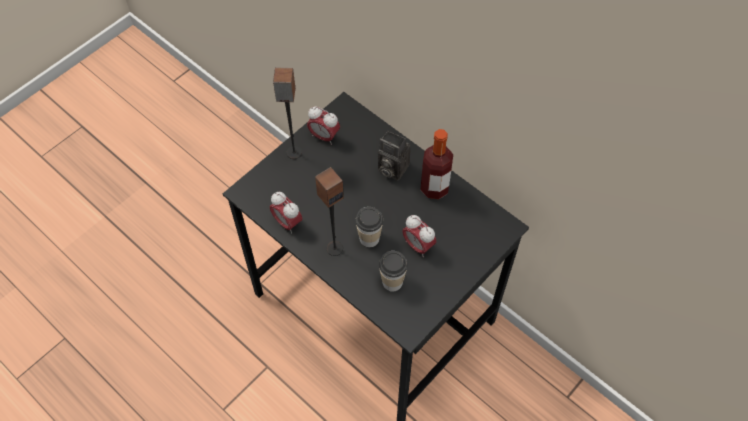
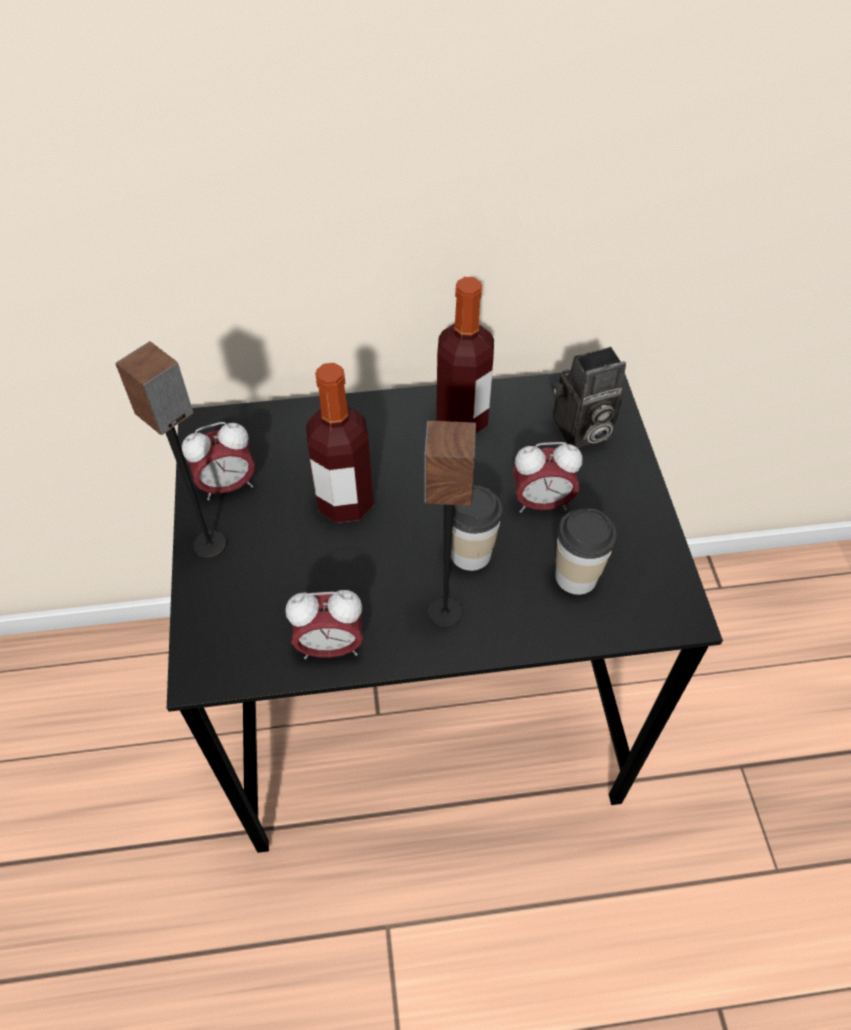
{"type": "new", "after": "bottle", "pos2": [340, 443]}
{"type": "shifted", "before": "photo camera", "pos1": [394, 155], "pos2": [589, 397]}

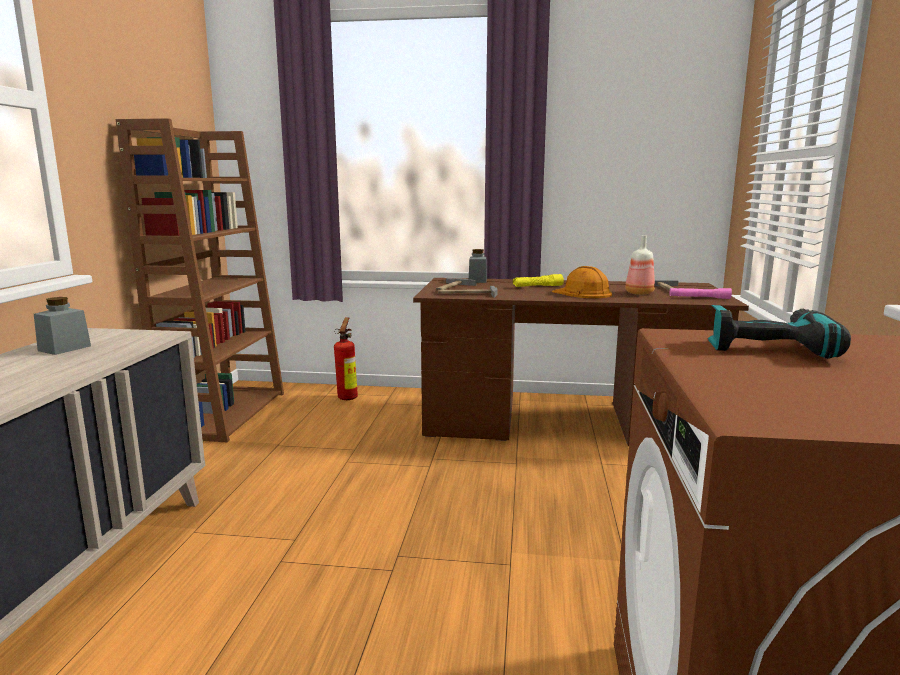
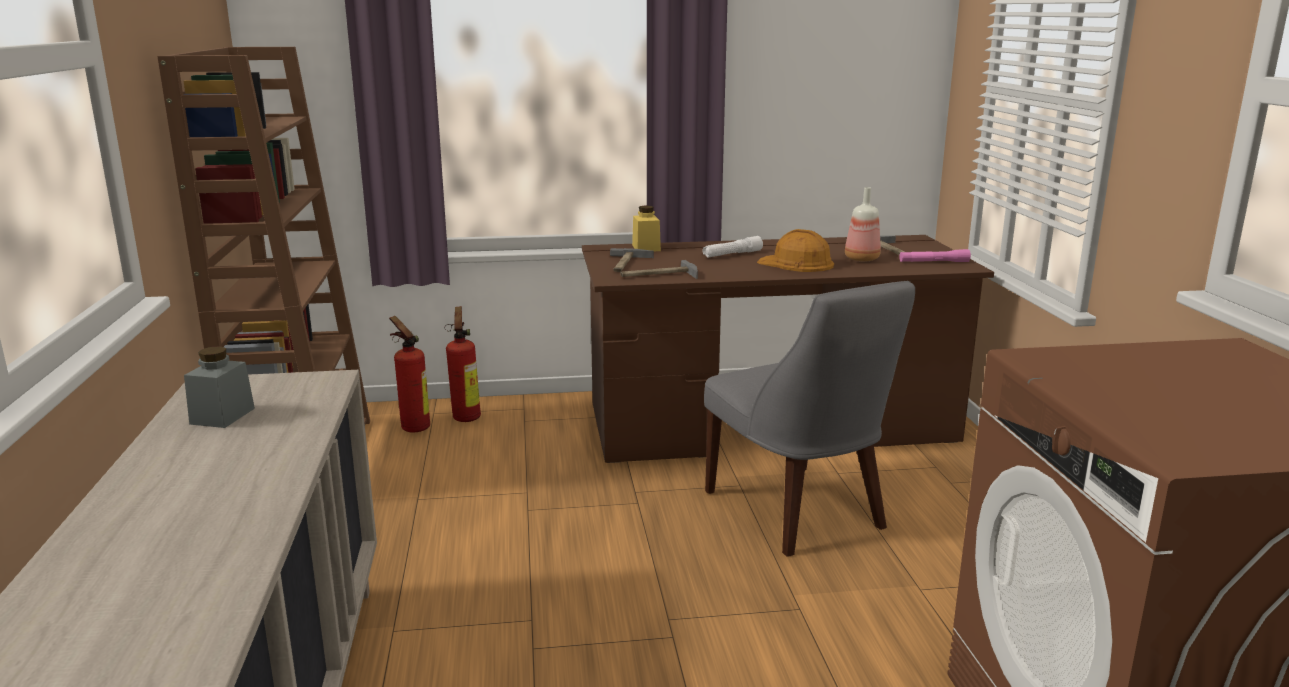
{"type": "new", "after": "fire extinguisher", "pos2": [409, 374]}
{"type": "repainted", "before": "grey jar", "after": "yellow jar", "pos1": [478, 266], "pos2": [646, 228]}
{"type": "repainted", "before": "yellow flashlight", "after": "white flashlight", "pos1": [538, 280], "pos2": [733, 246]}
{"type": "new", "after": "grey chair", "pos2": [809, 419]}
{"type": "gone", "before": "power drill", "pos1": [779, 332]}

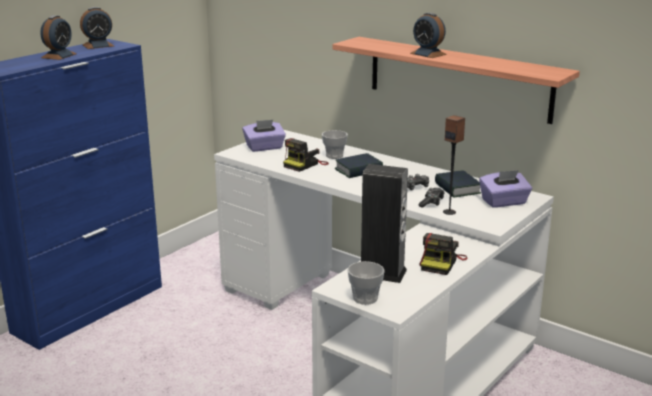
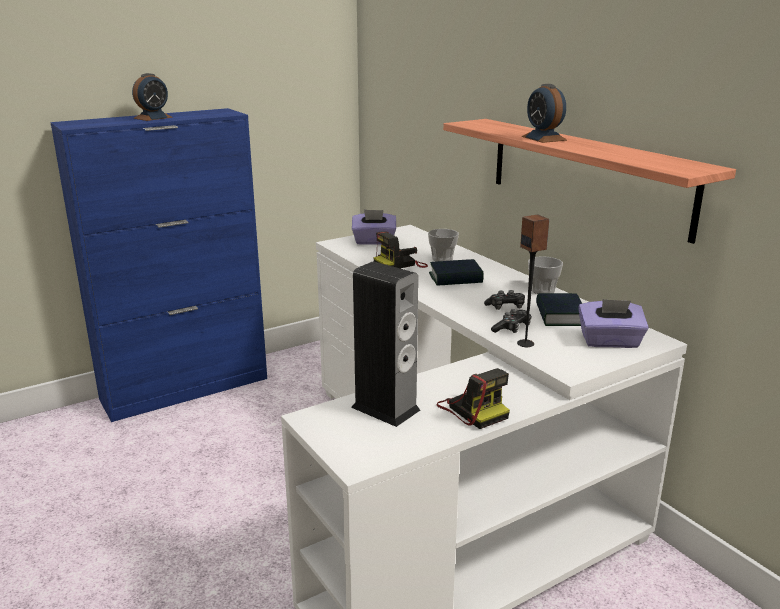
{"type": "rotated", "before": "photo camera", "pos1": [443, 254], "pos2": [473, 398], "turn": -75}
{"type": "shifted", "before": "cup", "pos1": [366, 283], "pos2": [545, 275]}
{"type": "gone", "before": "alarm clock", "pos1": [97, 28]}

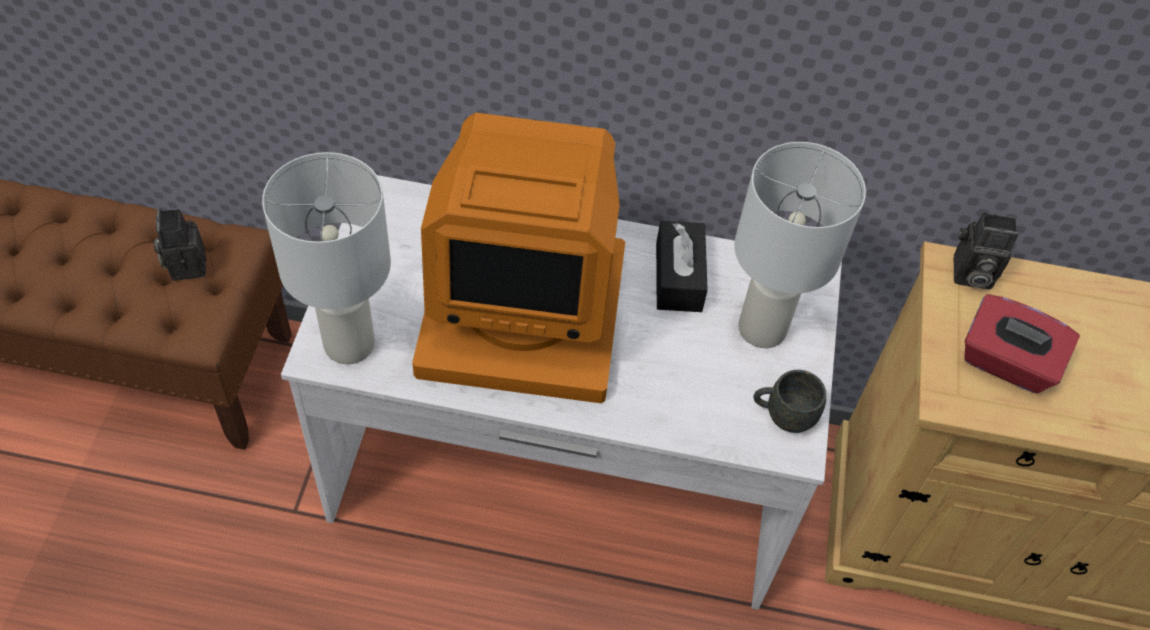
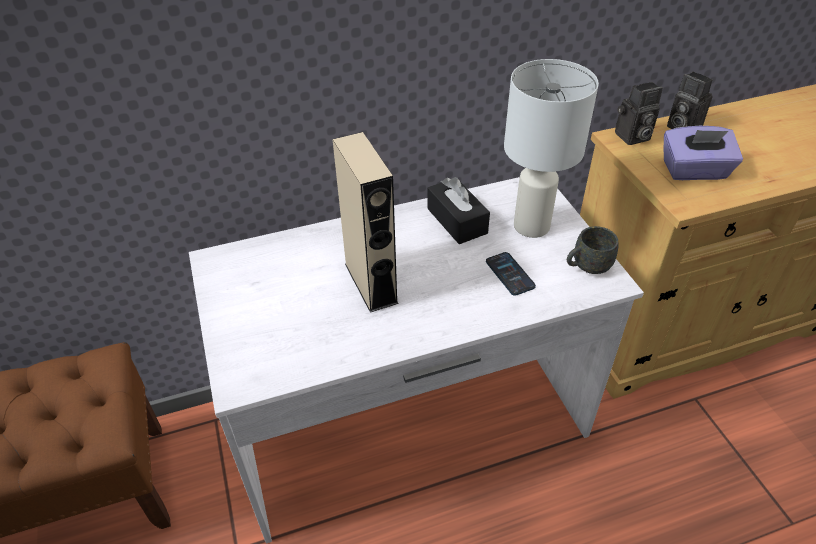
{"type": "swapped", "before": "monitor", "after": "beige speaker", "pos1": [518, 258], "pos2": [365, 222]}
{"type": "new", "after": "phone", "pos2": [511, 274]}
{"type": "repainted", "before": "red tissue box", "after": "purple tissue box", "pos1": [1022, 343], "pos2": [703, 153]}
{"type": "shifted", "before": "photo camera", "pos1": [180, 245], "pos2": [690, 100]}
{"type": "gone", "before": "white table lamp", "pos1": [326, 258]}

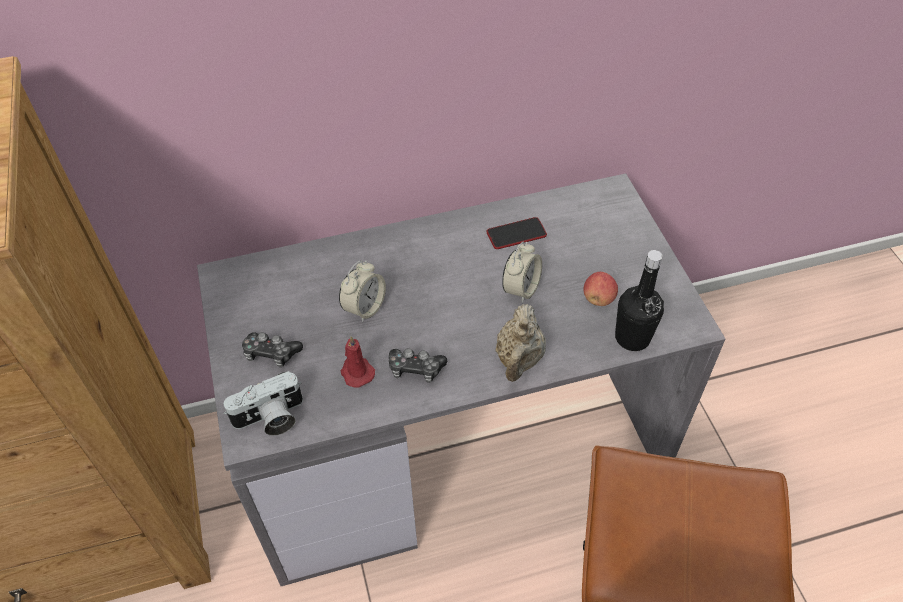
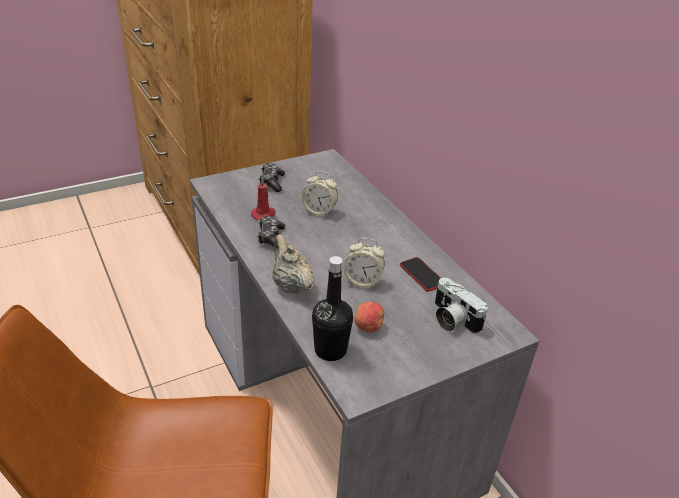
{"type": "rotated", "before": "beige teapot", "pos1": [520, 343], "pos2": [293, 264], "turn": 60}
{"type": "shifted", "before": "photo camera", "pos1": [263, 403], "pos2": [461, 306]}

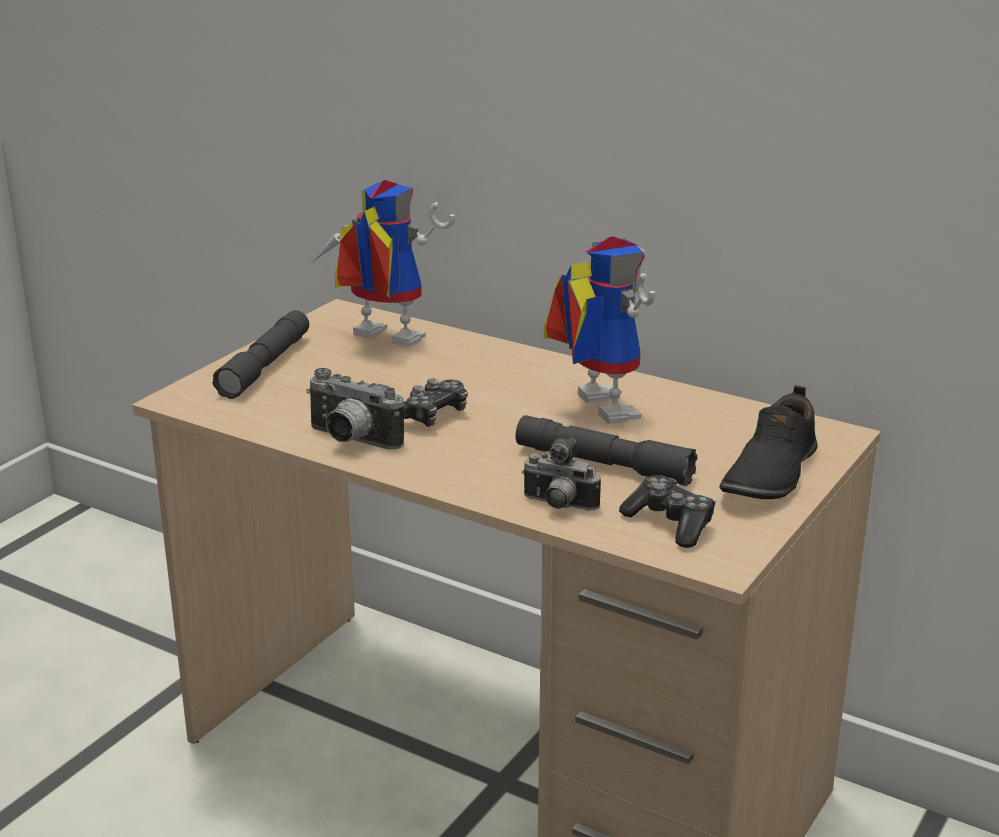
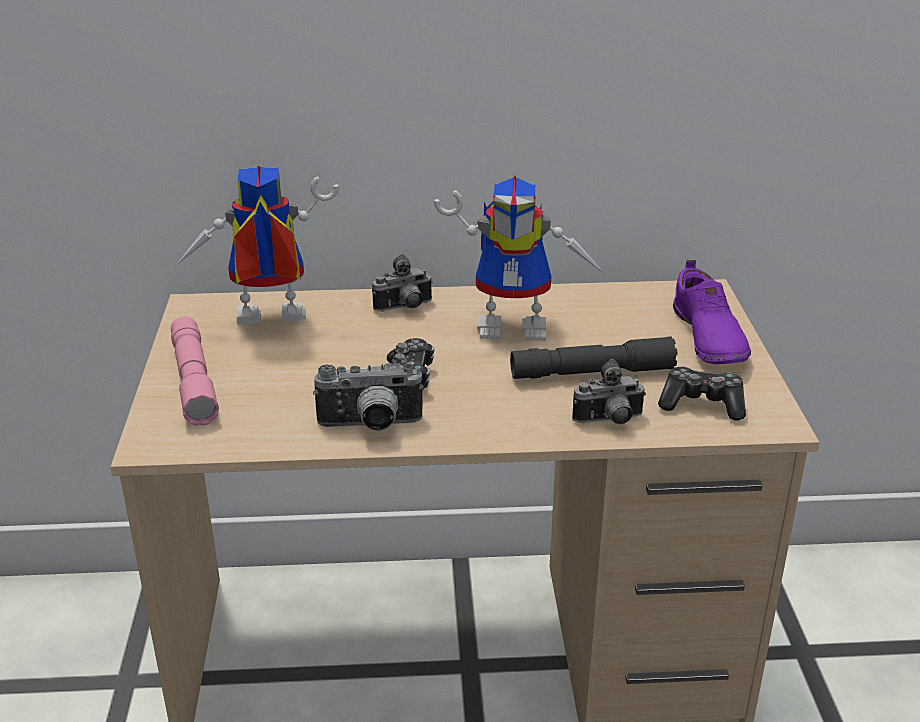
{"type": "repainted", "before": "grey flashlight", "after": "pink flashlight", "pos1": [260, 354], "pos2": [195, 371]}
{"type": "new", "after": "photo camera", "pos2": [402, 282]}
{"type": "rotated", "before": "toy robot", "pos1": [600, 330], "pos2": [519, 258], "turn": 150}
{"type": "repainted", "before": "black shoe", "after": "purple shoe", "pos1": [768, 442], "pos2": [712, 312]}

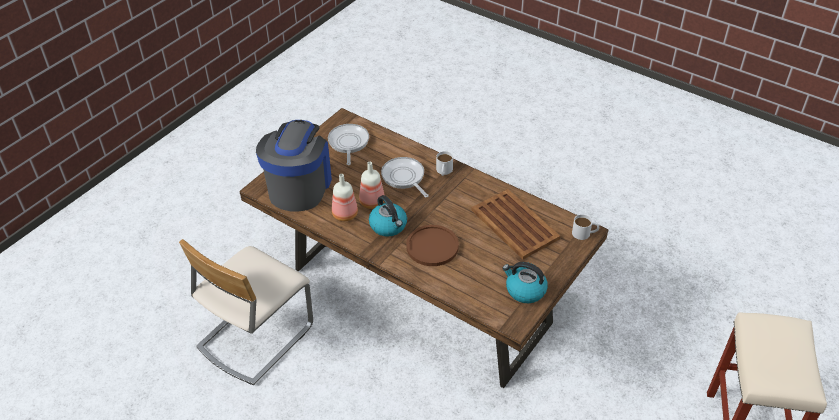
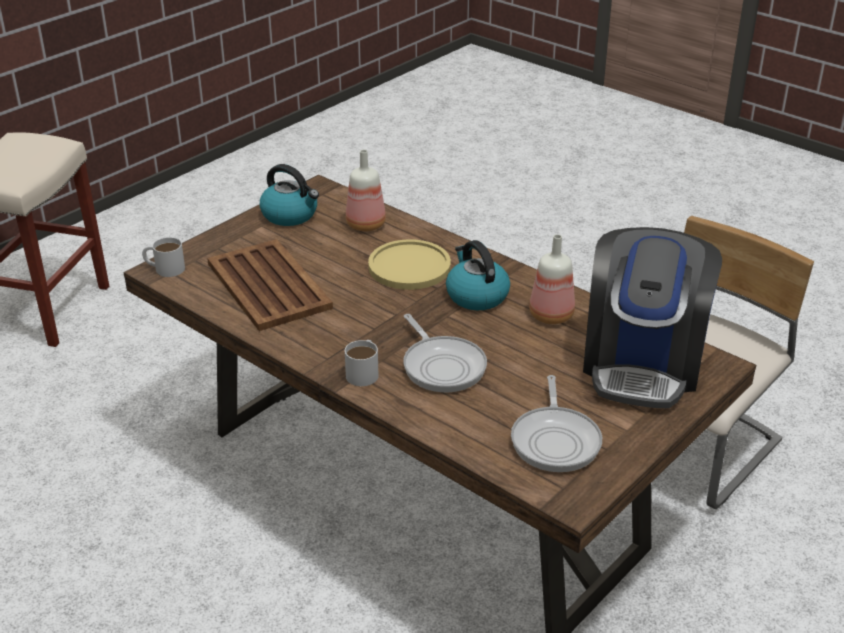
{"type": "shifted", "before": "bottle", "pos1": [372, 185], "pos2": [366, 190]}
{"type": "repainted", "before": "brown plate", "after": "yellow plate", "pos1": [432, 245], "pos2": [409, 264]}

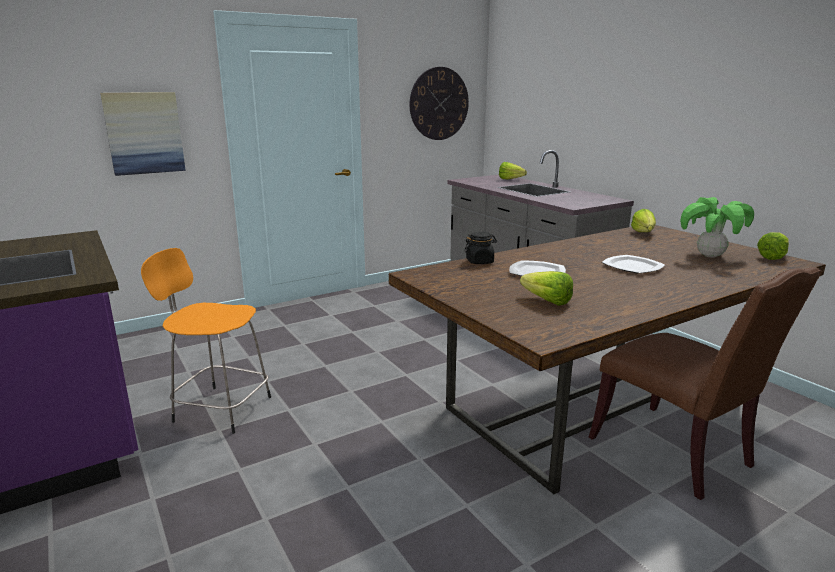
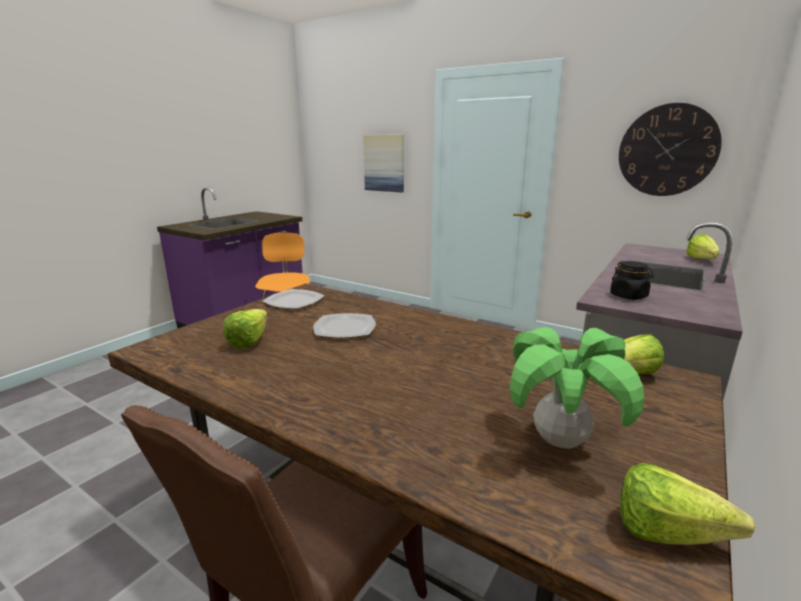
{"type": "shifted", "before": "plate", "pos1": [633, 264], "pos2": [293, 299]}
{"type": "shifted", "before": "black jar", "pos1": [480, 248], "pos2": [632, 280]}

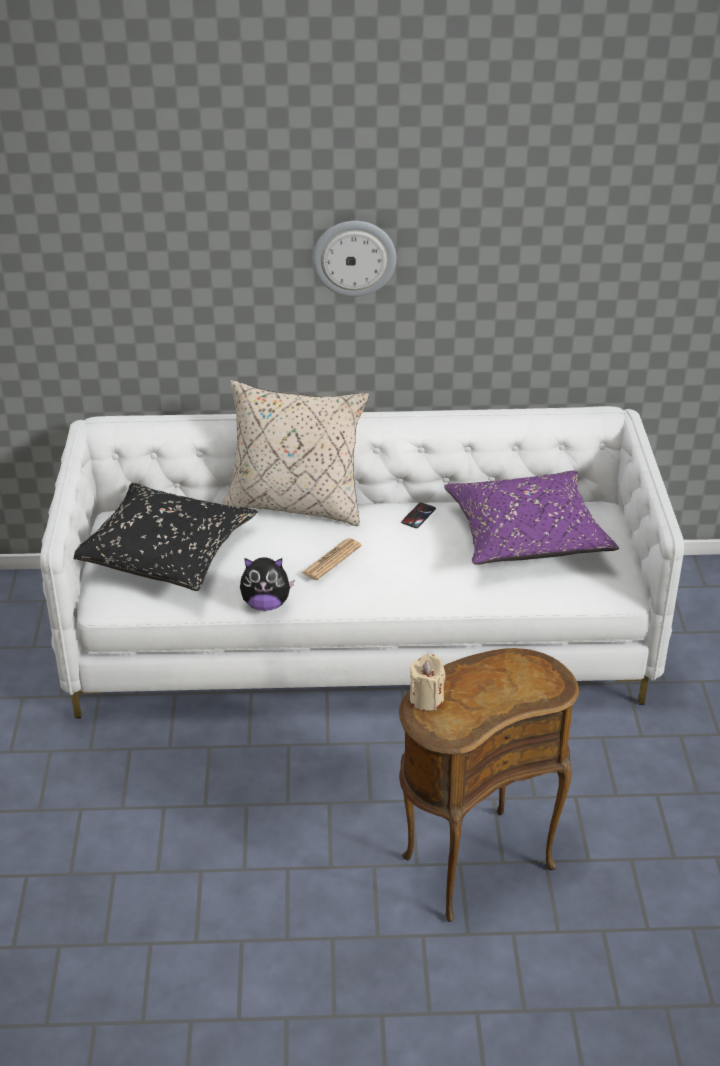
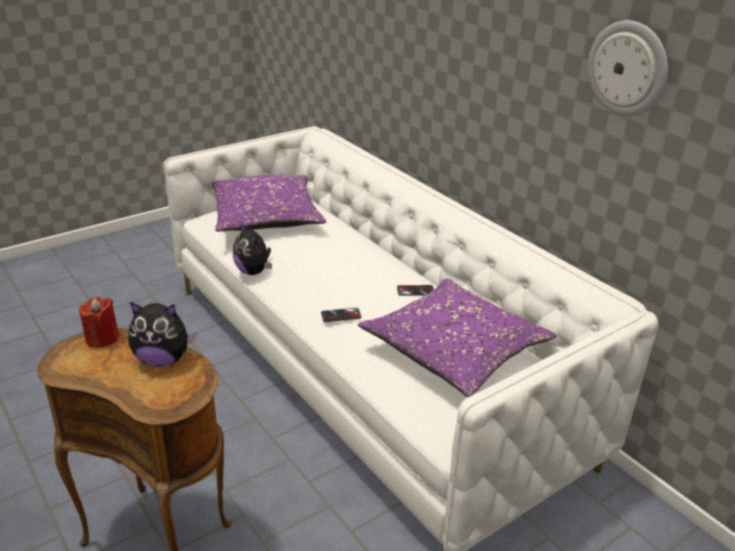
{"type": "repainted", "before": "beige candle", "after": "red candle", "pos1": [428, 682], "pos2": [99, 322]}
{"type": "new", "after": "plush toy", "pos2": [163, 334]}
{"type": "repainted", "before": "black pillow", "after": "purple pillow", "pos1": [166, 537], "pos2": [269, 203]}
{"type": "new", "after": "phone", "pos2": [341, 315]}
{"type": "shifted", "before": "wall clock", "pos1": [354, 259], "pos2": [628, 68]}
{"type": "gone", "before": "beige pillow", "pos1": [296, 453]}
{"type": "gone", "before": "newspaper", "pos1": [332, 559]}

